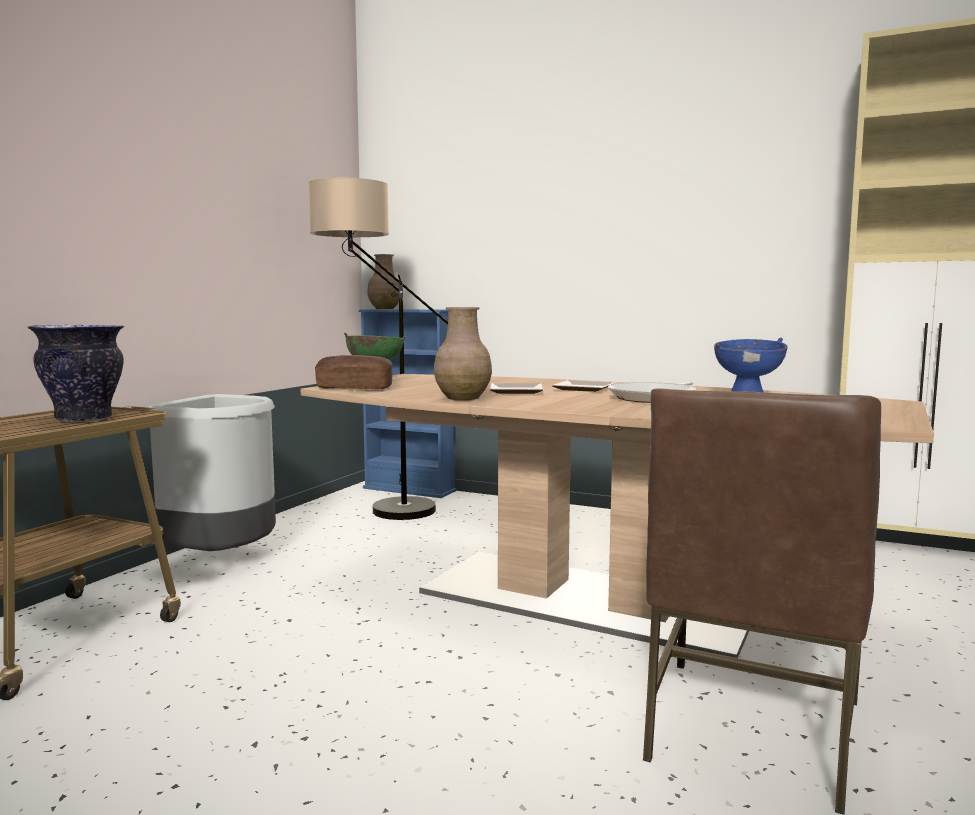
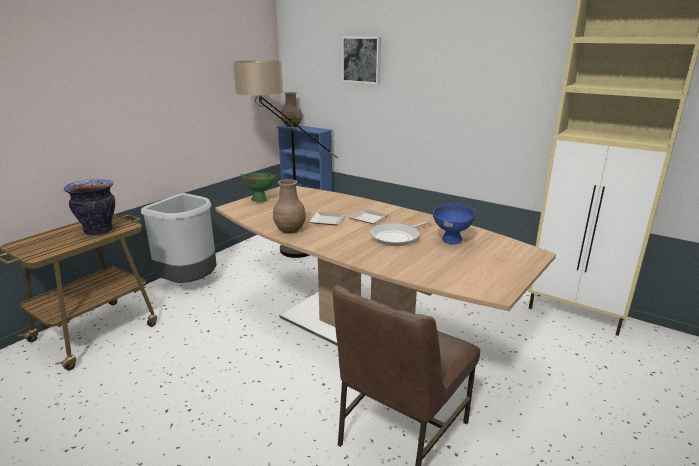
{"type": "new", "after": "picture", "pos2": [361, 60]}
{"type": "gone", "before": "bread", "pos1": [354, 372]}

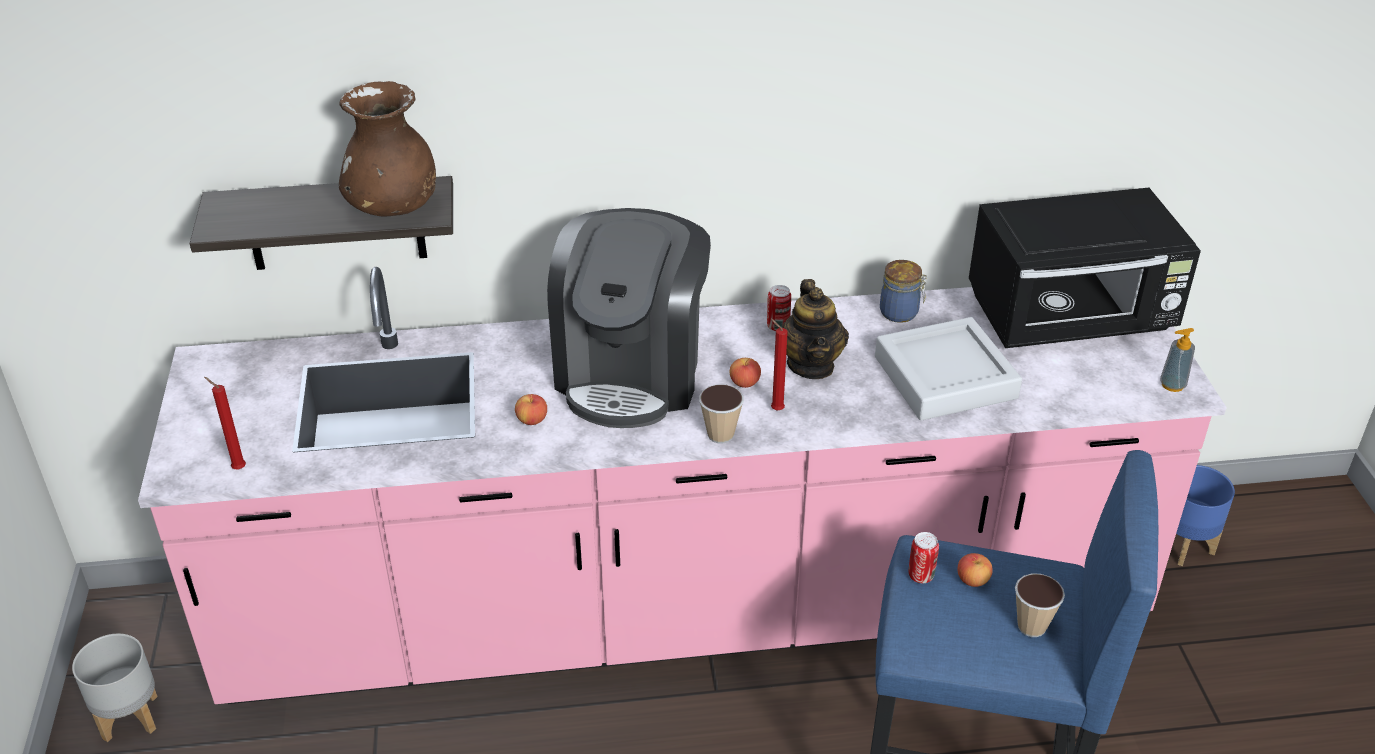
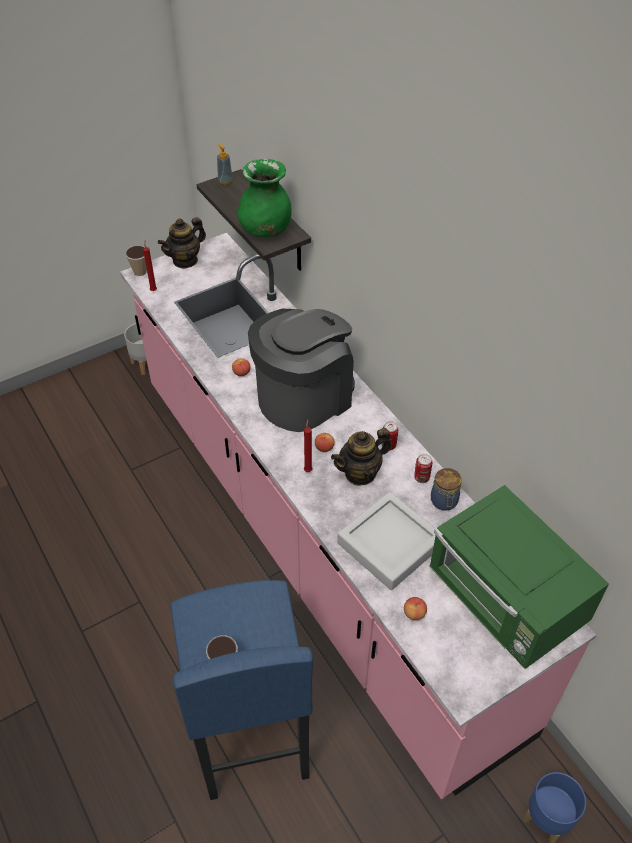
{"type": "shifted", "before": "cup", "pos1": [721, 413], "pos2": [136, 261]}
{"type": "new", "after": "teapot", "pos2": [182, 243]}
{"type": "shifted", "before": "soap dispenser", "pos1": [1177, 360], "pos2": [225, 164]}
{"type": "repainted", "before": "brown vase", "after": "green vase", "pos1": [387, 149], "pos2": [264, 198]}
{"type": "rotated", "before": "coffee machine", "pos1": [629, 318], "pos2": [301, 370], "turn": 150}
{"type": "shifted", "before": "apple", "pos1": [975, 570], "pos2": [415, 609]}
{"type": "shifted", "before": "can", "pos1": [924, 557], "pos2": [423, 468]}
{"type": "repainted", "before": "black microwave", "after": "green microwave", "pos1": [1085, 268], "pos2": [519, 577]}

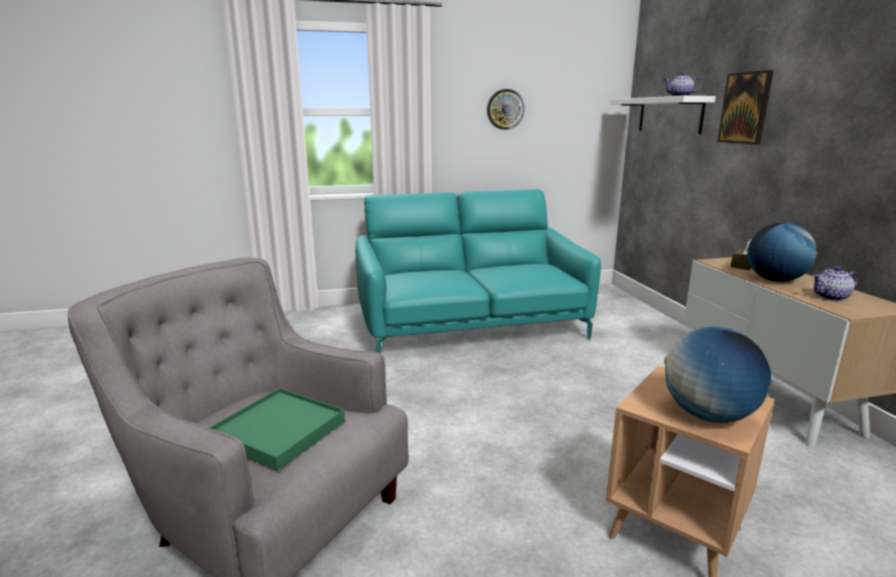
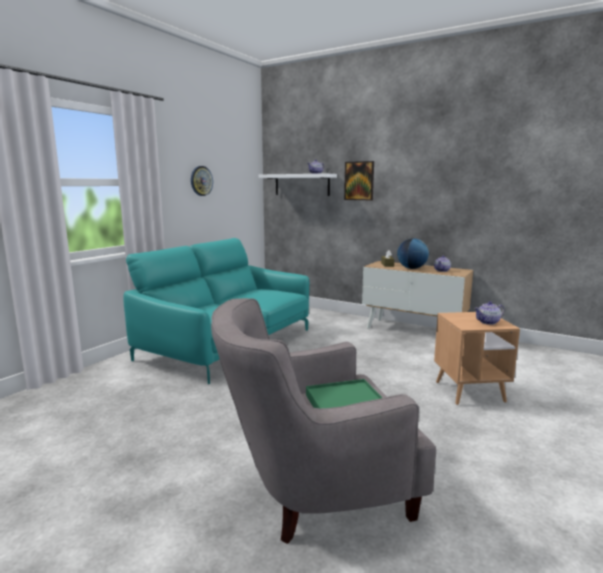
{"type": "swapped", "before": "globe", "after": "teapot", "pos1": [717, 375], "pos2": [489, 313]}

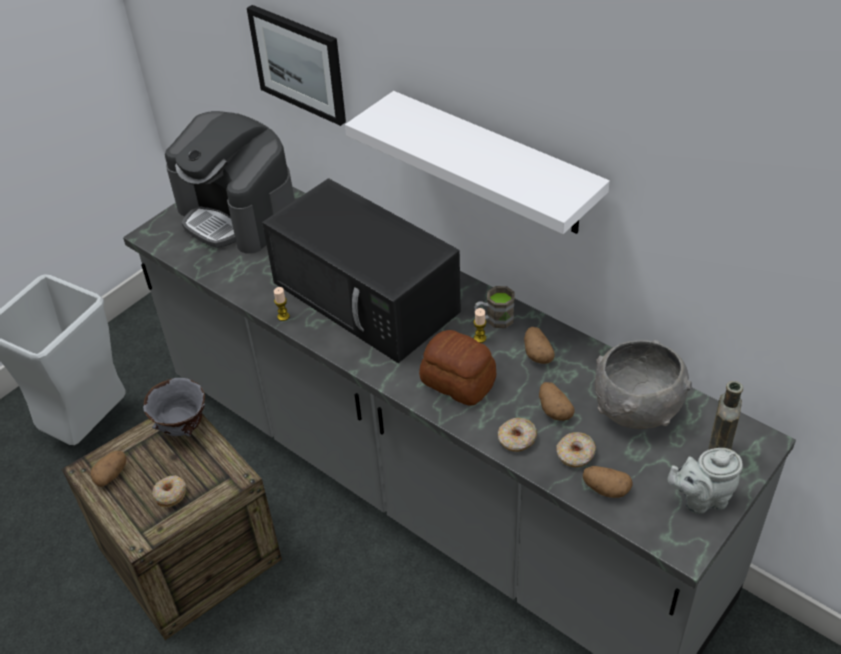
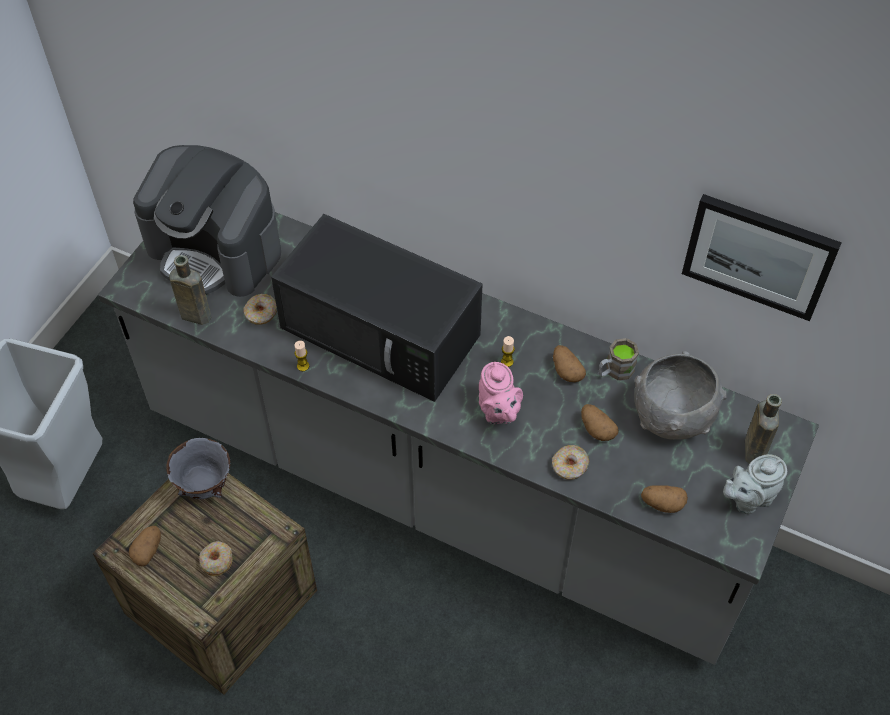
{"type": "new", "after": "brown bottle", "pos2": [190, 290]}
{"type": "shifted", "before": "donut", "pos1": [576, 449], "pos2": [260, 309]}
{"type": "swapped", "before": "bread", "after": "pink teapot", "pos1": [457, 367], "pos2": [501, 393]}
{"type": "shifted", "before": "brown mug", "pos1": [494, 307], "pos2": [619, 359]}
{"type": "shifted", "before": "picture", "pos1": [296, 65], "pos2": [762, 257]}
{"type": "gone", "before": "white shelf", "pos1": [477, 162]}

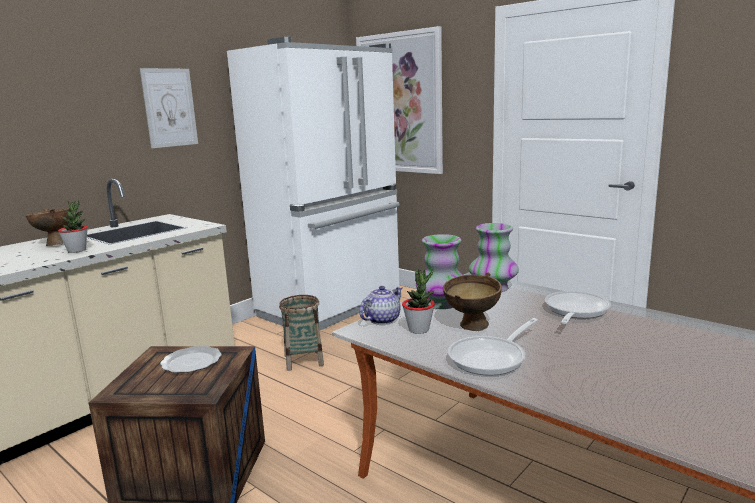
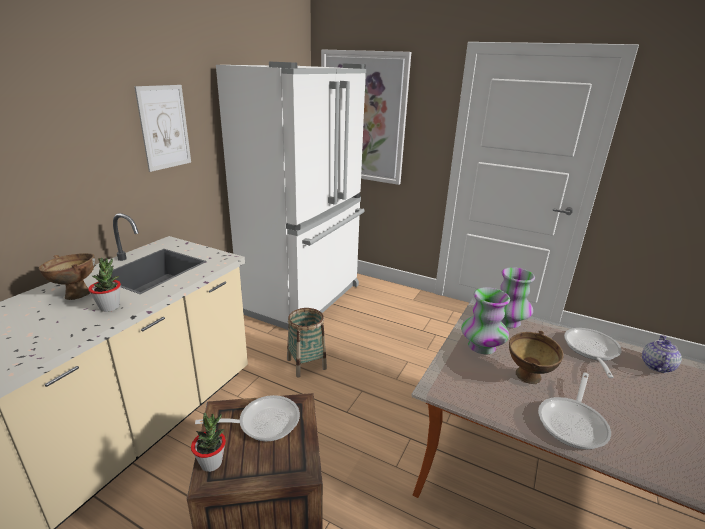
{"type": "shifted", "before": "potted plant", "pos1": [418, 301], "pos2": [208, 442]}
{"type": "swapped", "before": "plate", "after": "frying pan", "pos1": [191, 359], "pos2": [247, 418]}
{"type": "shifted", "before": "teapot", "pos1": [380, 305], "pos2": [662, 354]}

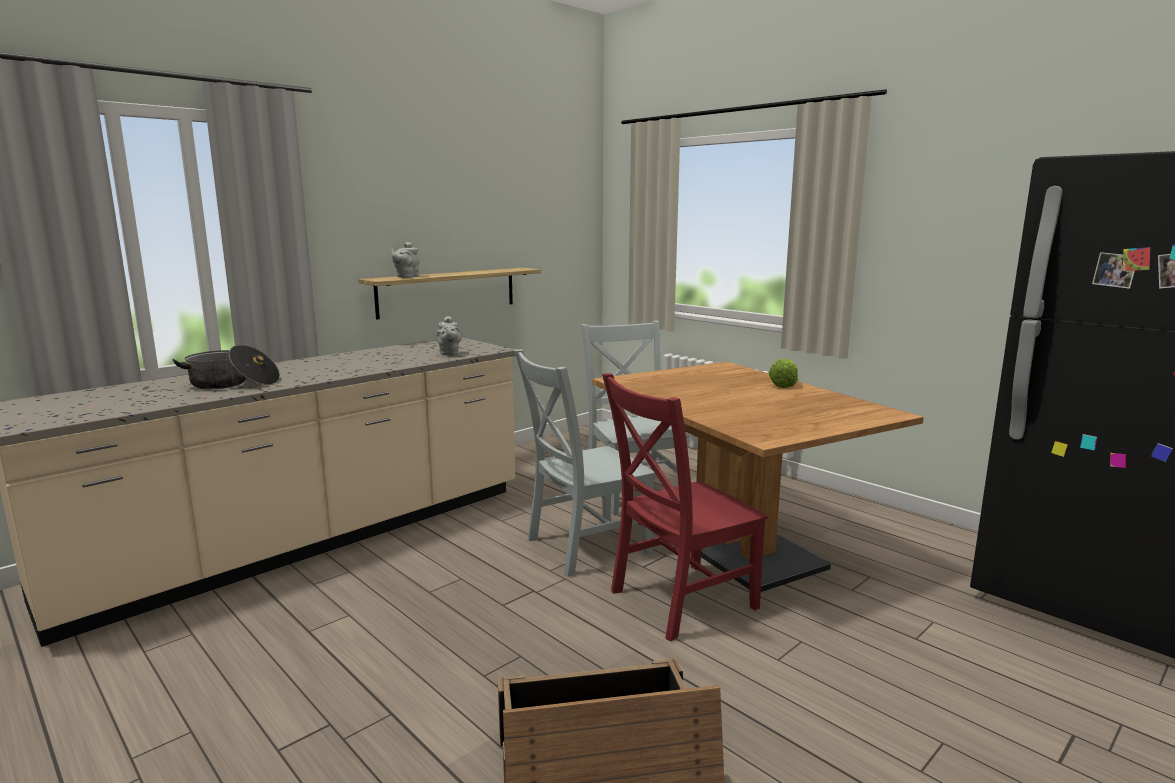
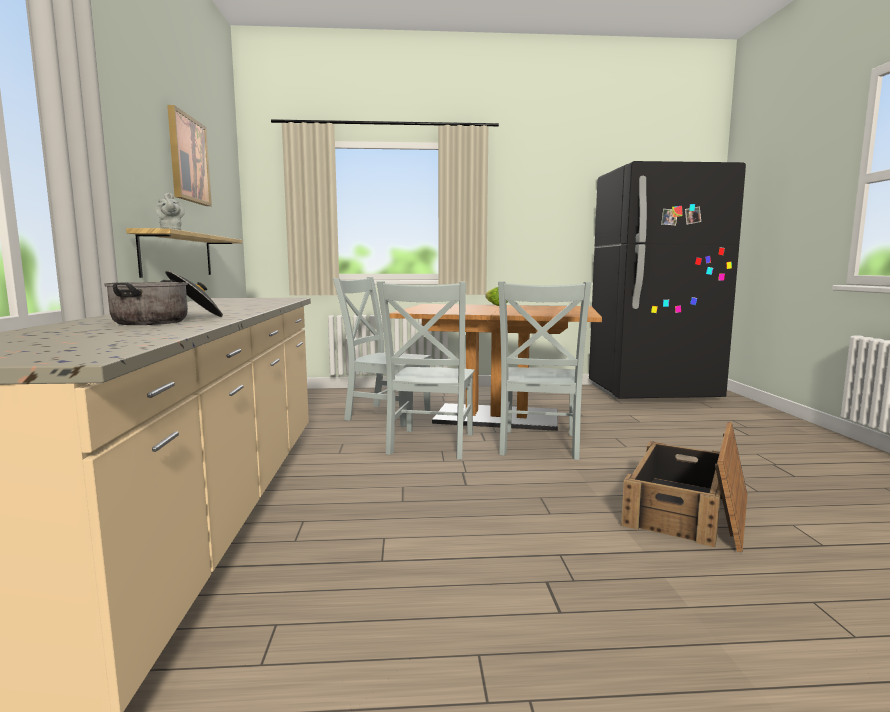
{"type": "new", "after": "picture", "pos2": [189, 155]}
{"type": "repainted", "before": "red chair", "after": "grey chair", "pos1": [685, 507], "pos2": [544, 370]}
{"type": "gone", "before": "grey teapot", "pos1": [448, 336]}

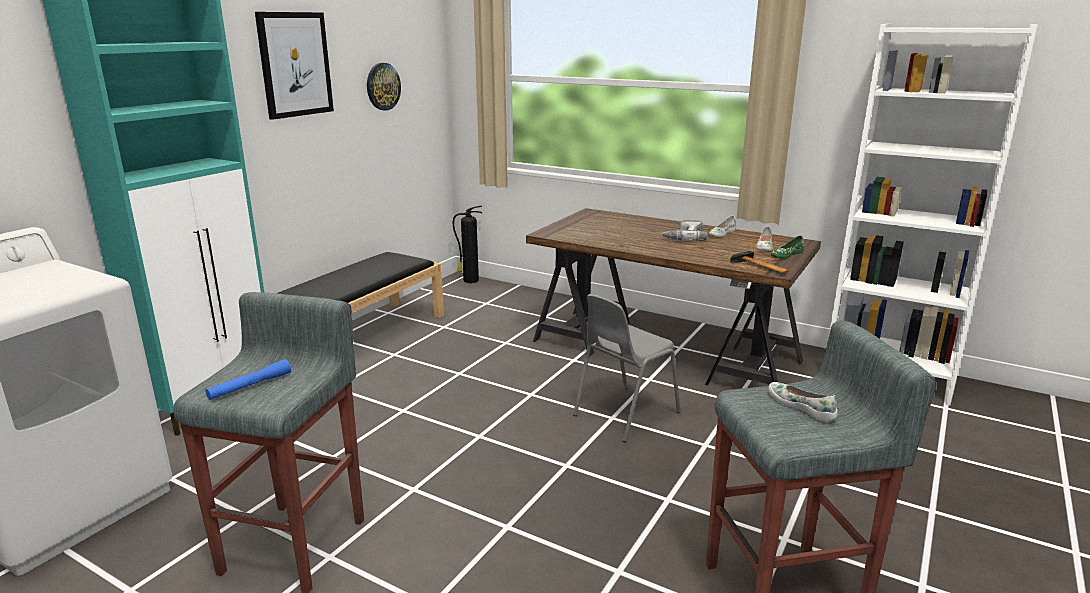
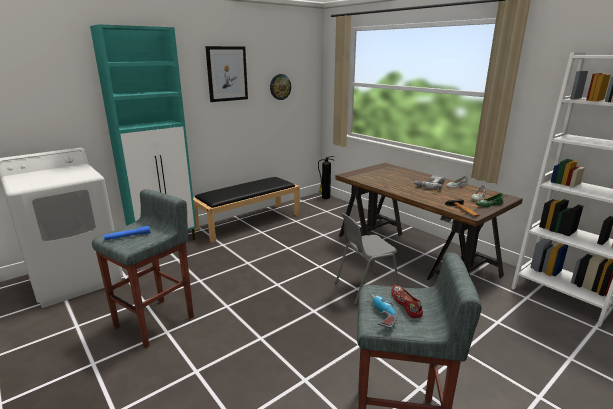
{"type": "new", "after": "power drill", "pos2": [383, 310]}
{"type": "repainted", "before": "white shoe", "after": "red shoe", "pos1": [802, 402], "pos2": [407, 301]}

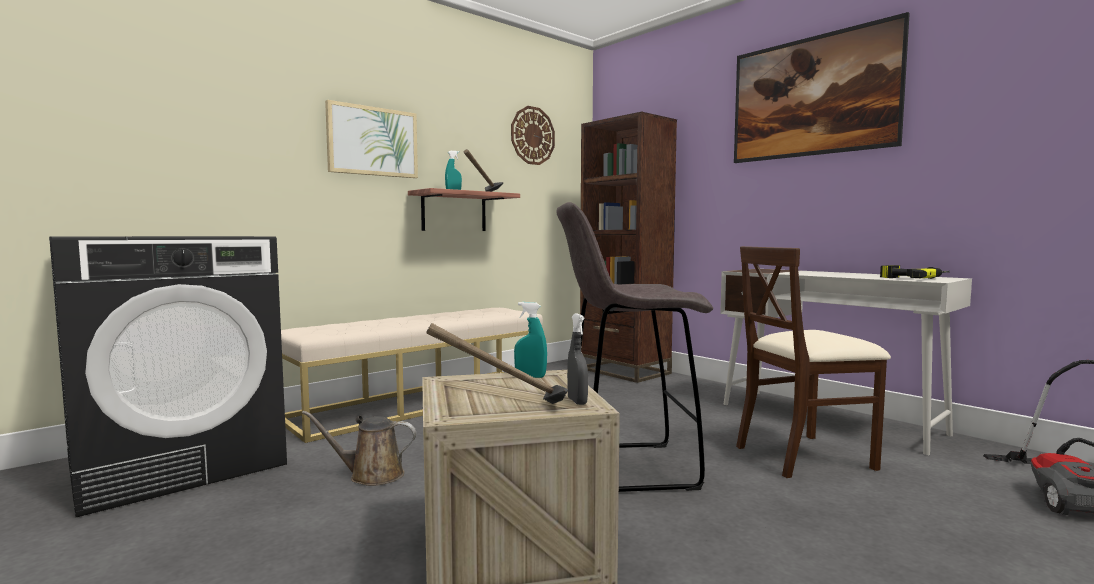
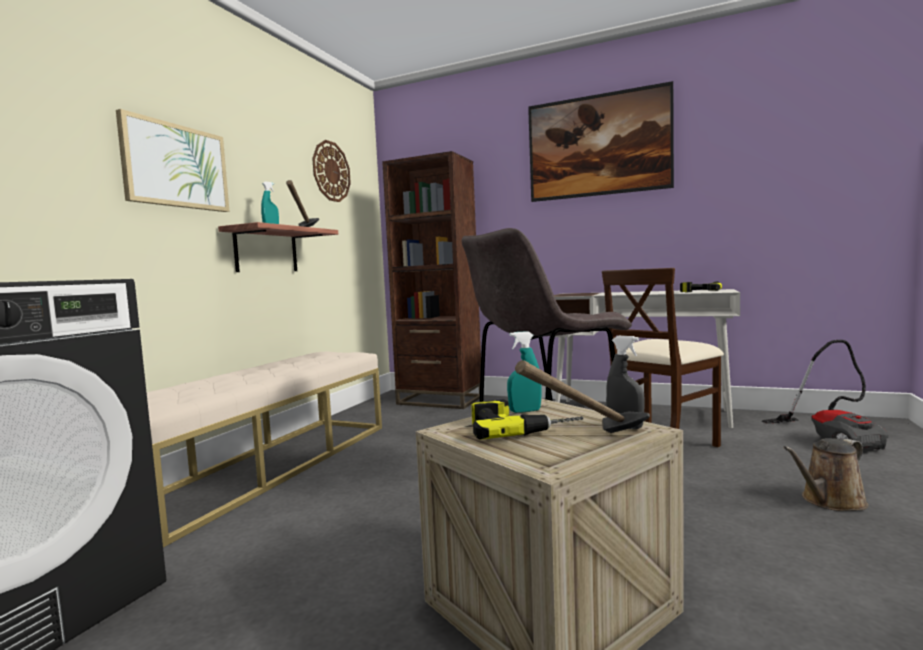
{"type": "new", "after": "power drill", "pos2": [527, 419]}
{"type": "shifted", "before": "brown watering can", "pos1": [359, 448], "pos2": [825, 474]}

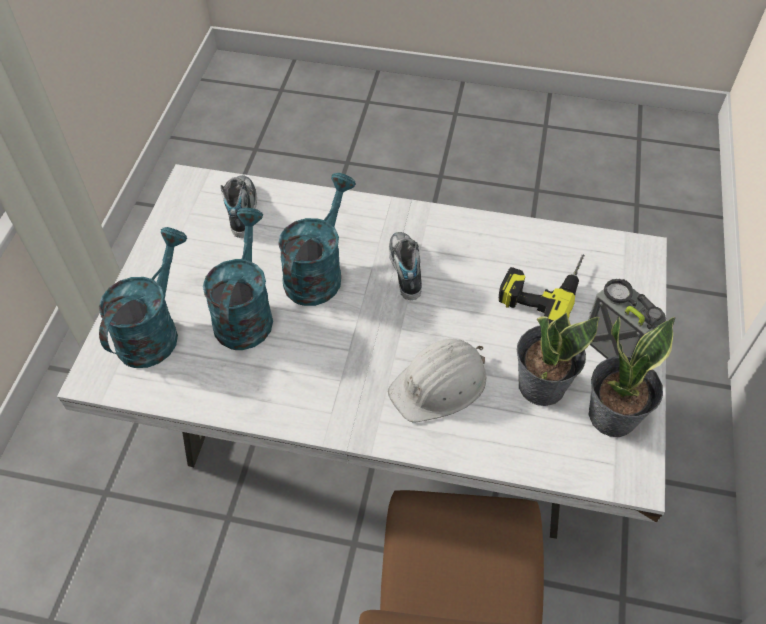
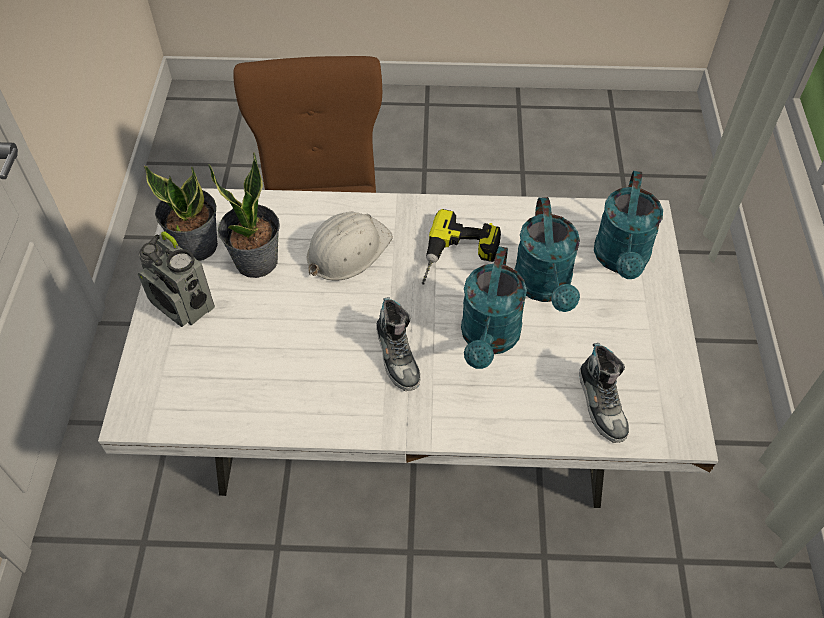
{"type": "shifted", "before": "power drill", "pos1": [542, 289], "pos2": [461, 247]}

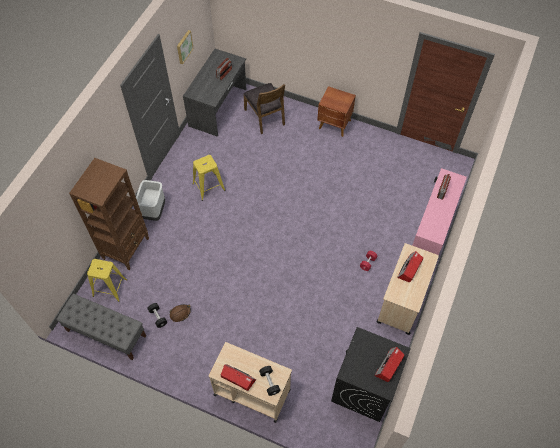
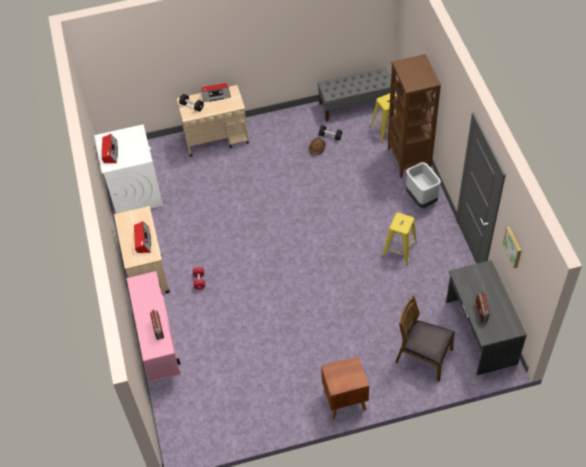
{"type": "repainted", "before": "black washing machine", "after": "white washing machine", "pos1": [371, 374], "pos2": [128, 168]}

